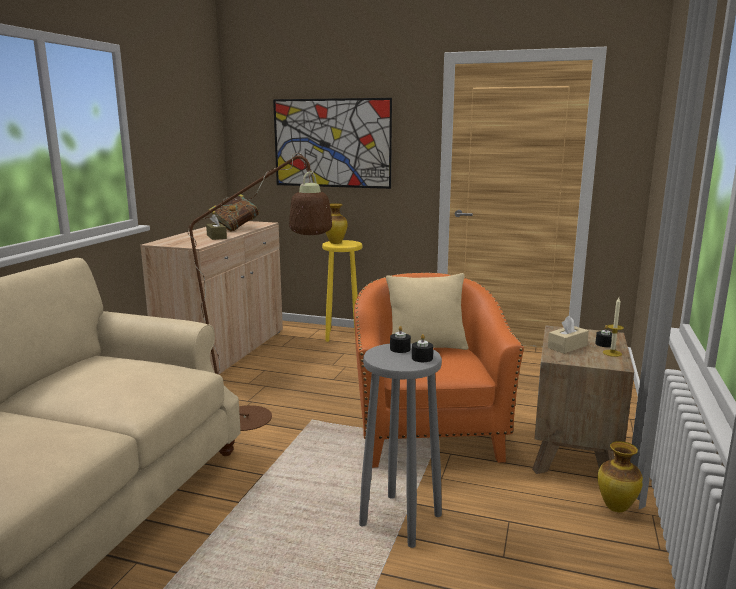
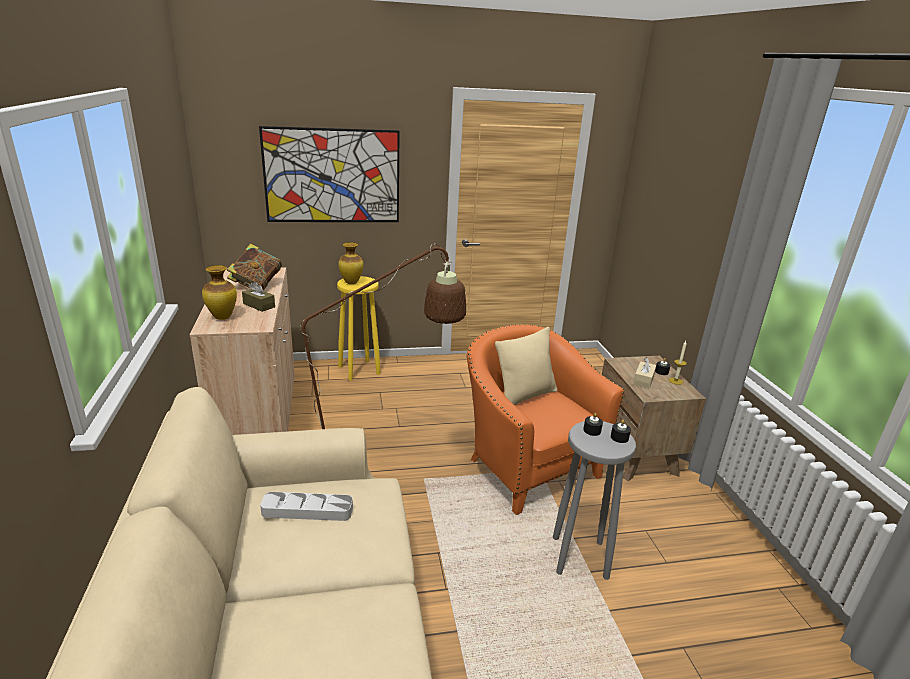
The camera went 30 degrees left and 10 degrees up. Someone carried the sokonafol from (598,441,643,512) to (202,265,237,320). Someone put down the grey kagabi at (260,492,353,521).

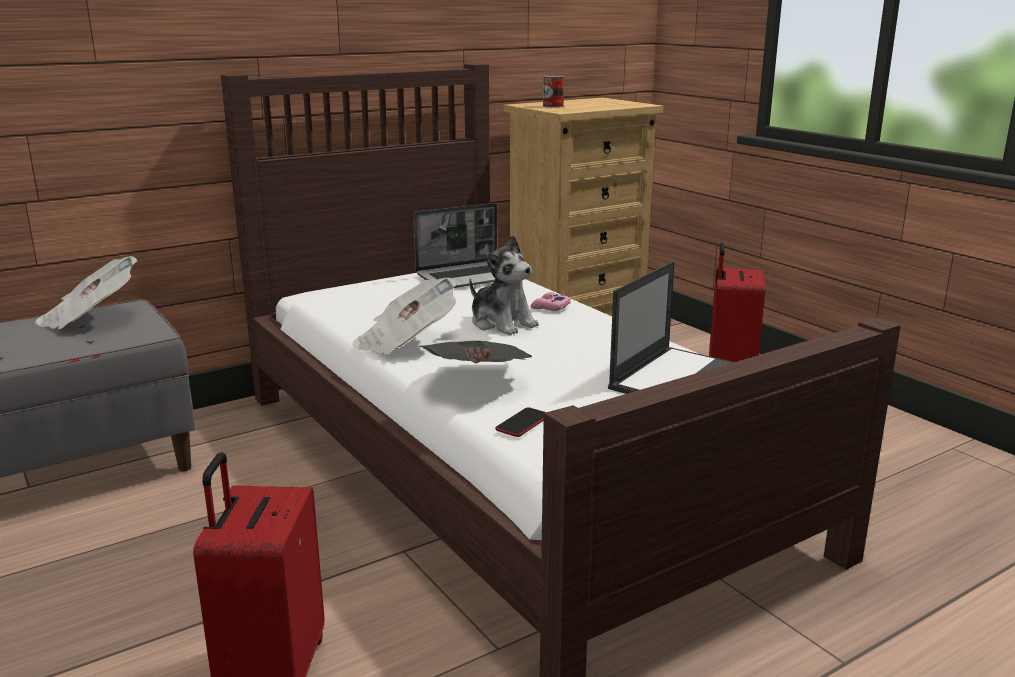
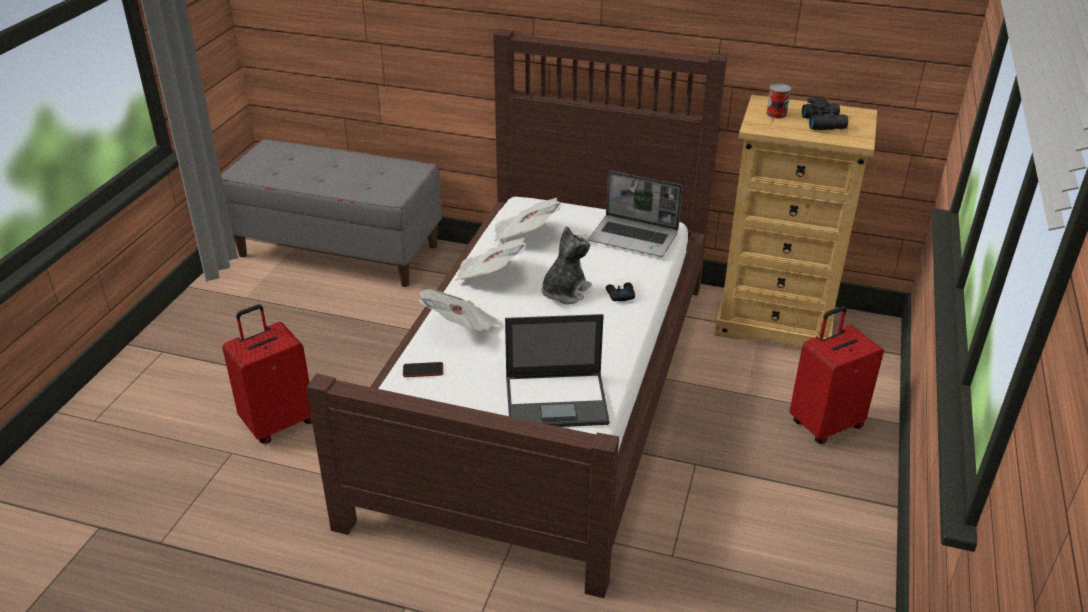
The camera went 50 degrees right and 15 degrees up. Someone carried the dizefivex from (35,256,137,330) to (494,198,561,241). Someone rotated the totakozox at (469,235,539,336) by 150 degrees counterclockwise. Someone repainted the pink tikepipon at (530,291,571,311), which became the black tikepipon at (606,282,635,301). Someone put down the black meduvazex at (802,98,848,130).

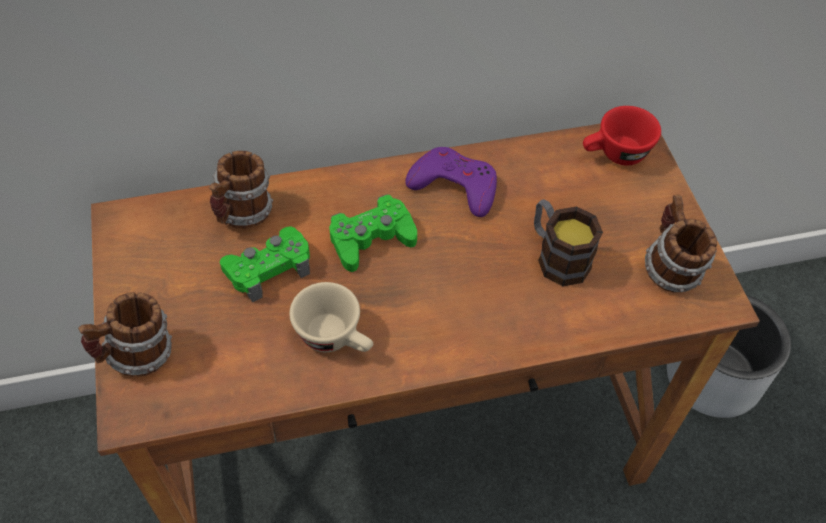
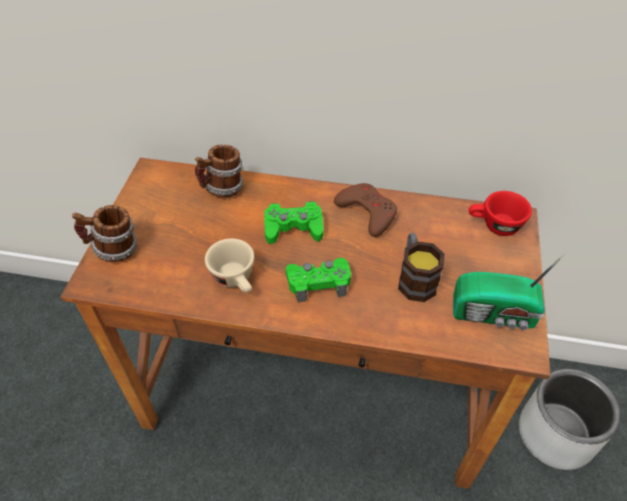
The camera went 25 degrees right and 5 degrees down. Someone carried the green tikepipon from (220,226,310,302) to (286,258,351,303). Someone repainted the purple tikepipon at (405,147,497,217), which became the brown tikepipon at (334,183,397,237). Someone swapped the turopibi at (645,194,717,293) for the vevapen at (453,254,565,330).

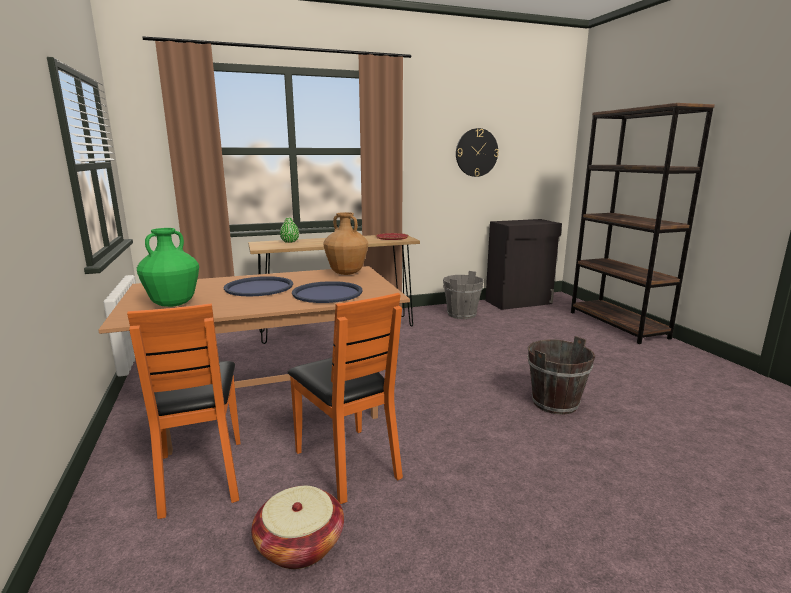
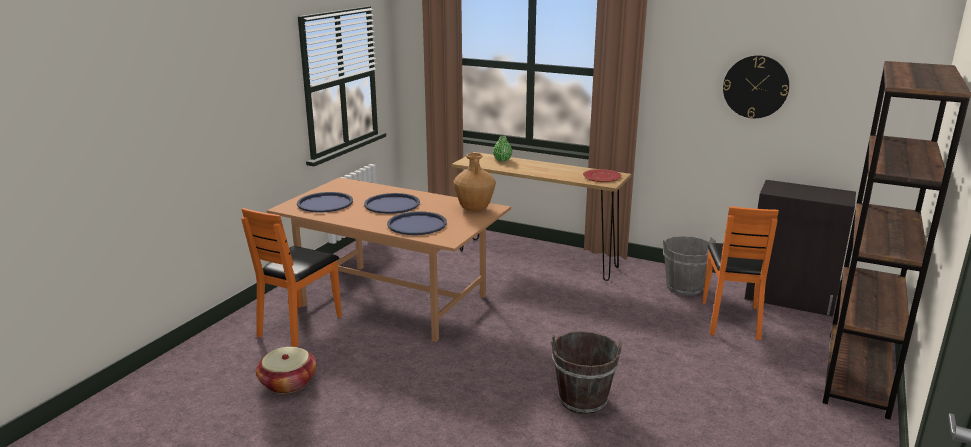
The camera went 45 degrees right and 5 degrees up. Someone swapped the green sokonafol at (137,228,199,307) for the blue kagabi at (297,192,353,213). Someone carried the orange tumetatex from (288,293,403,504) to (702,206,779,340).

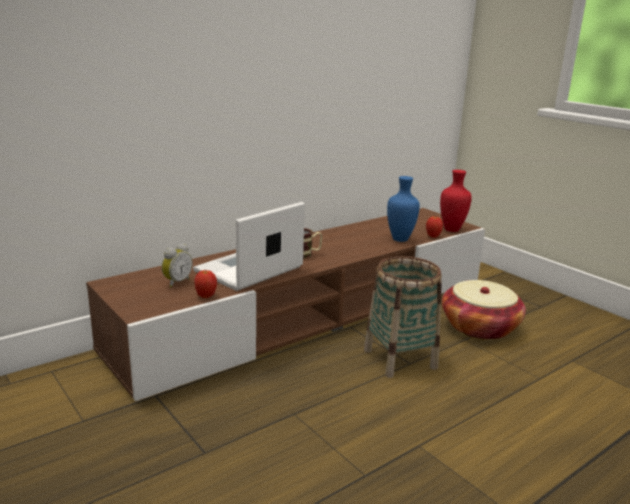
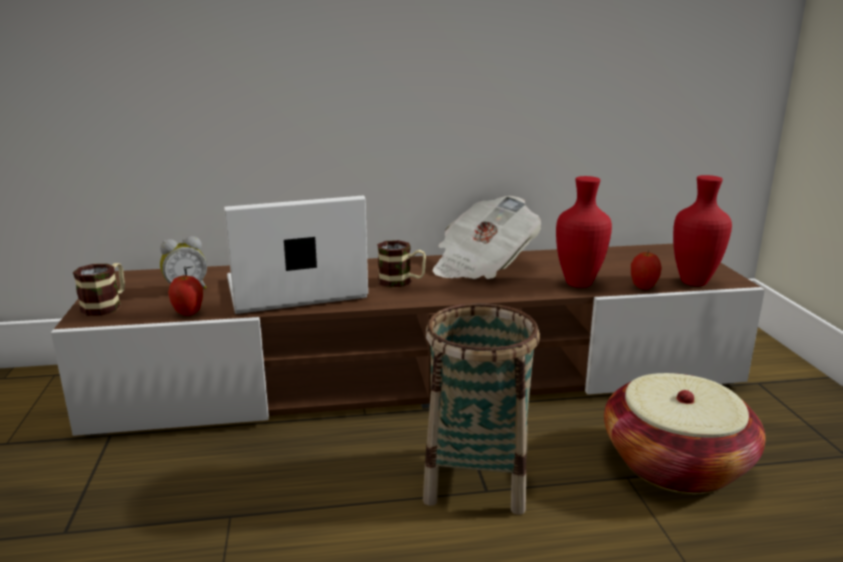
The camera went 30 degrees right and 0 degrees up. Someone put down the turopibi at (73,263,125,316). Someone put down the dizefivex at (433,196,541,279). Someone repainted the blue sokonafol at (387,176,420,242), which became the red sokonafol at (556,176,612,288).

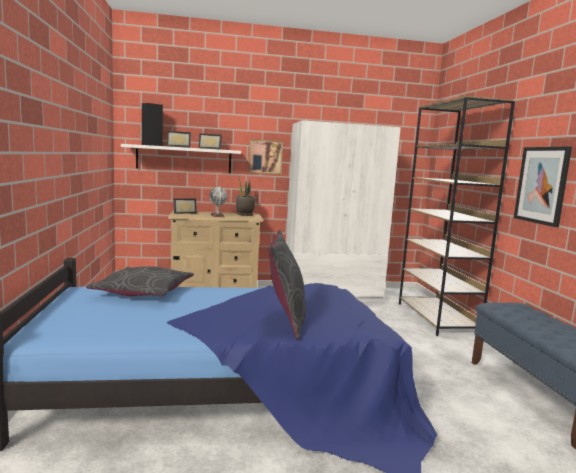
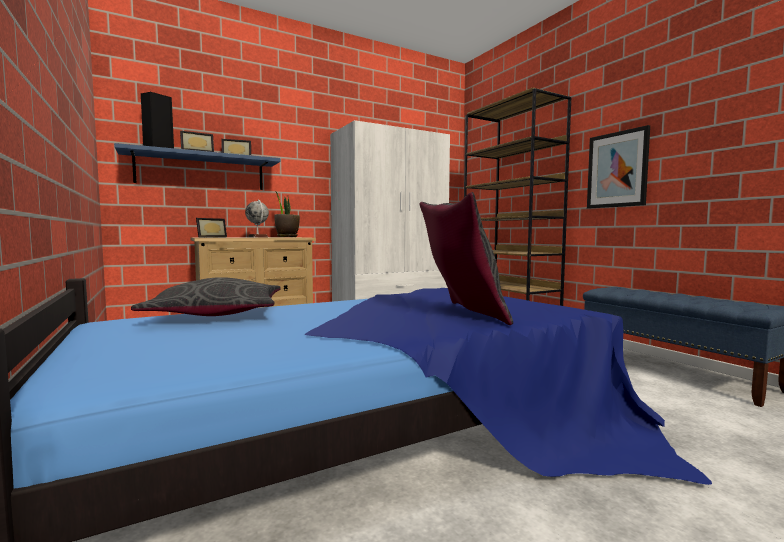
The camera went 20 degrees left and 5 degrees down. Someone repainted the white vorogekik at (121,144,241,173), which became the blue vorogekik at (114,143,280,190). Someone took away the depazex at (249,139,283,174).

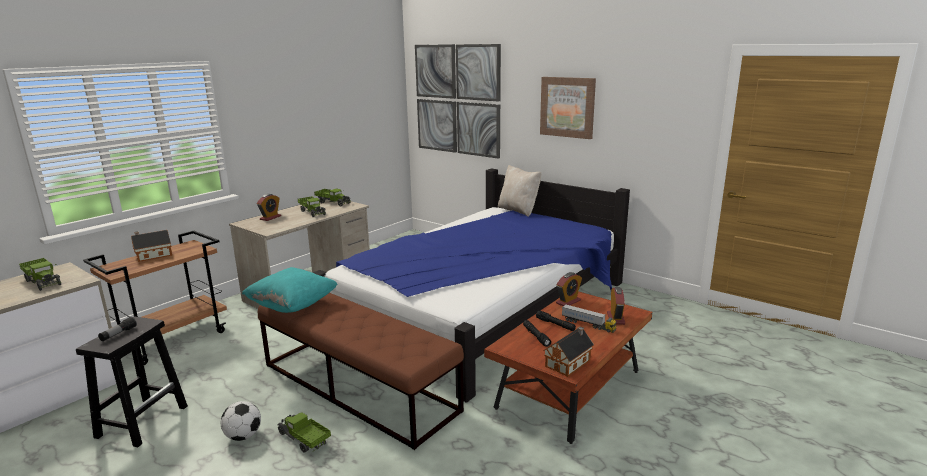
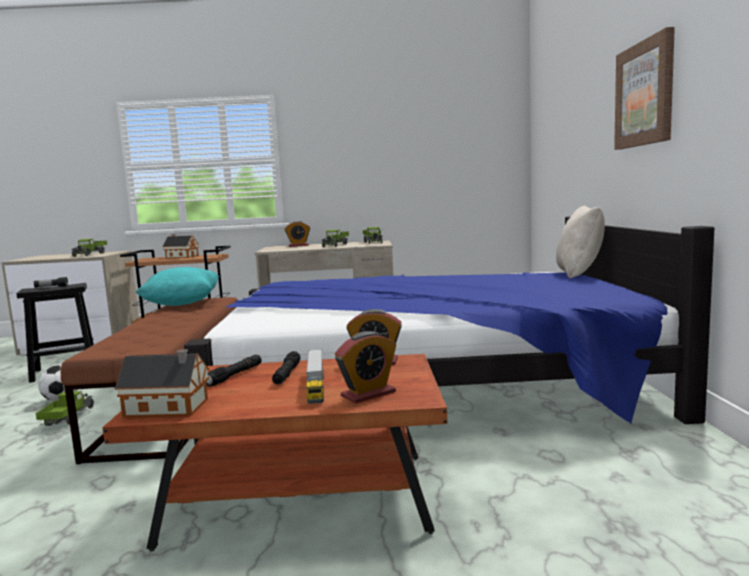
The camera went 50 degrees right and 10 degrees down. Someone took away the depazex at (415,44,501,159).

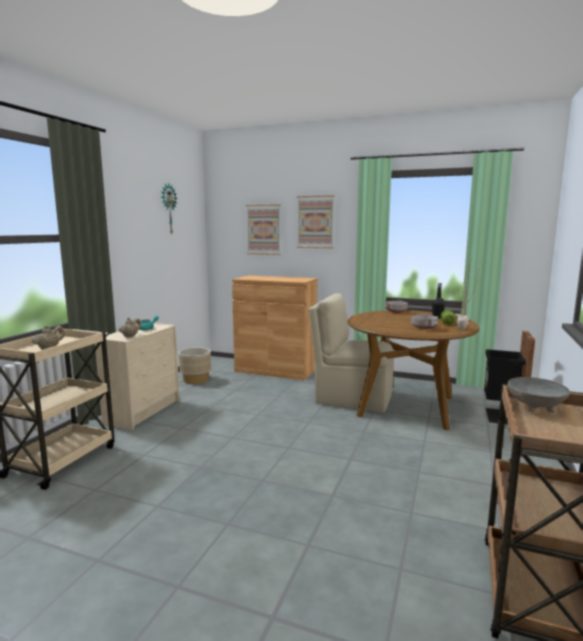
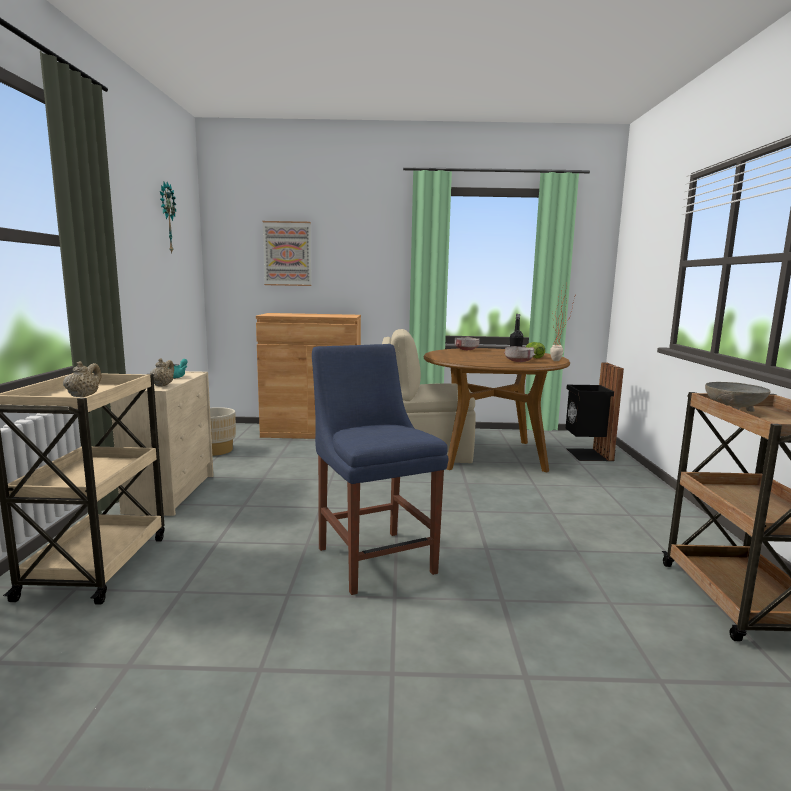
The camera went 20 degrees left and 0 degrees up. Someone put down the blue tumetatex at (312,344,448,595). Someone took away the depazex at (297,195,335,248).

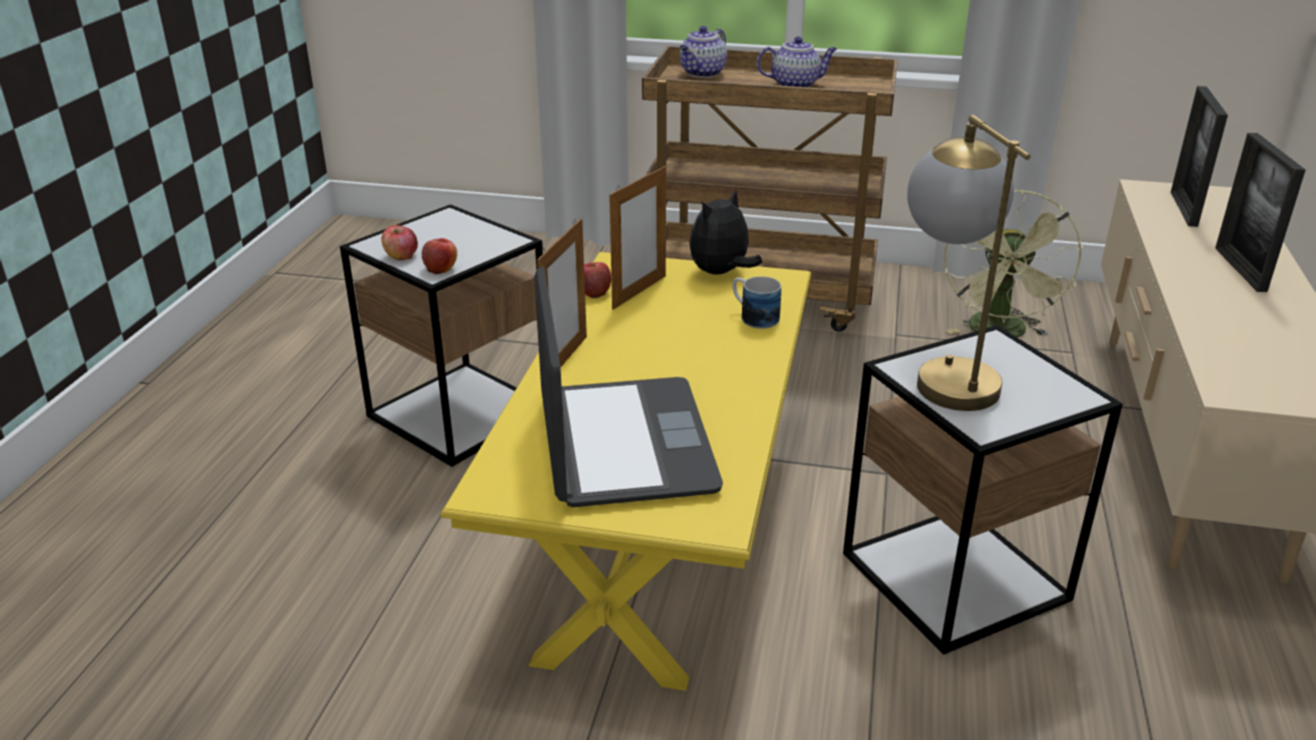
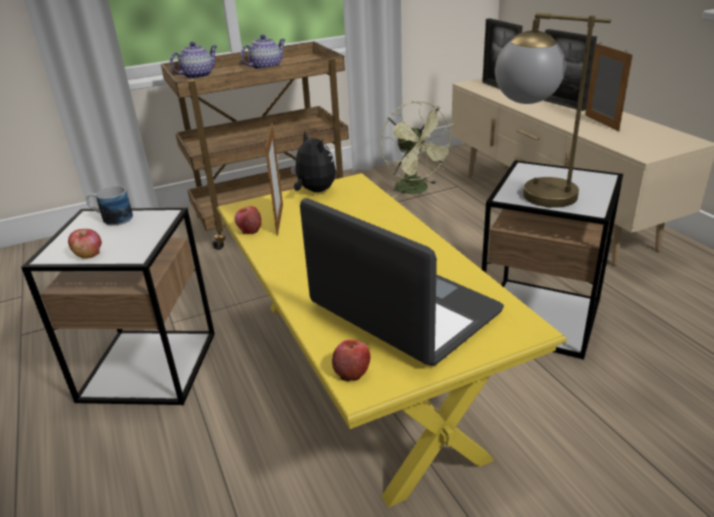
The camera went 35 degrees left and 0 degrees up. Someone carried the turopibi from (732,276,781,329) to (86,186,133,226). Someone rotated the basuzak at (680,26,727,78) by 135 degrees counterclockwise. Someone rotated the totakozox at (689,189,762,275) by 135 degrees clockwise. Someone carried the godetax from (422,238,457,274) to (332,340,371,381). Someone carried the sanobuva from (537,218,587,368) to (585,42,633,131).

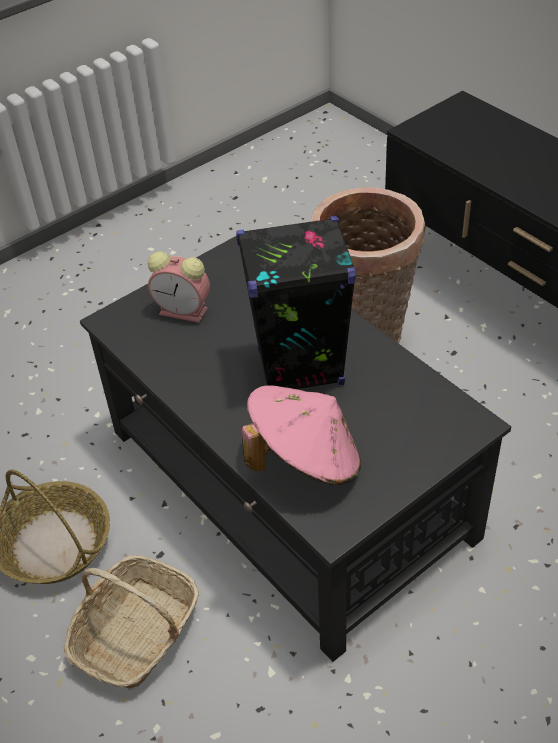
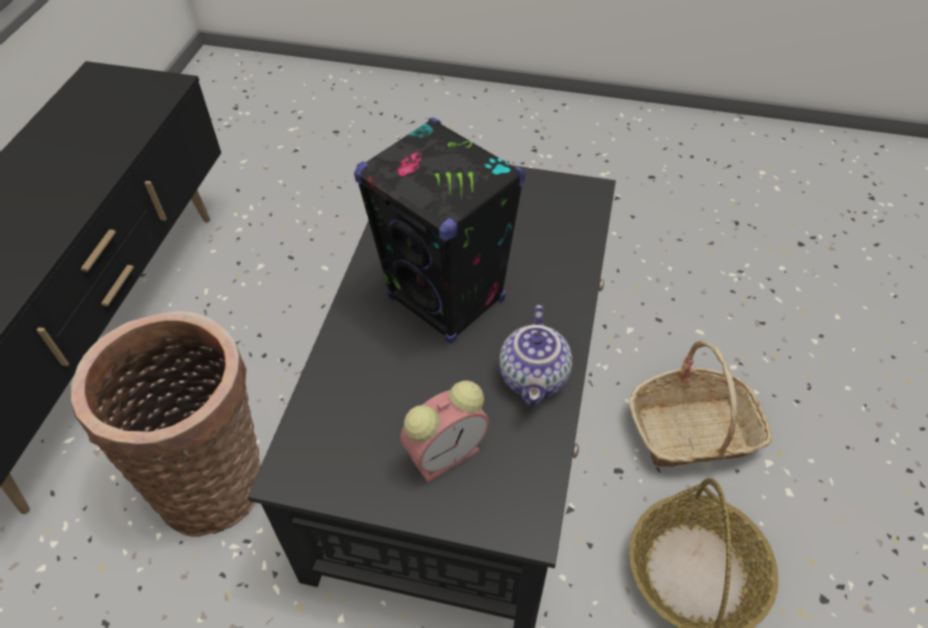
The camera went 130 degrees left and 5 degrees up. Someone rotated the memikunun at (148,251,210,323) by 75 degrees clockwise. Someone put down the basuzak at (499,305,572,406). Someone took away the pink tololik at (242,385,361,485).

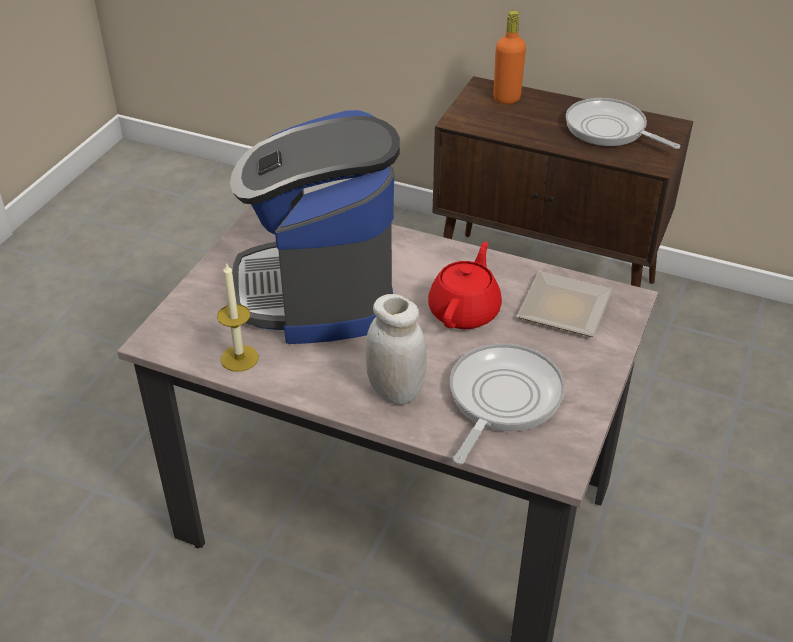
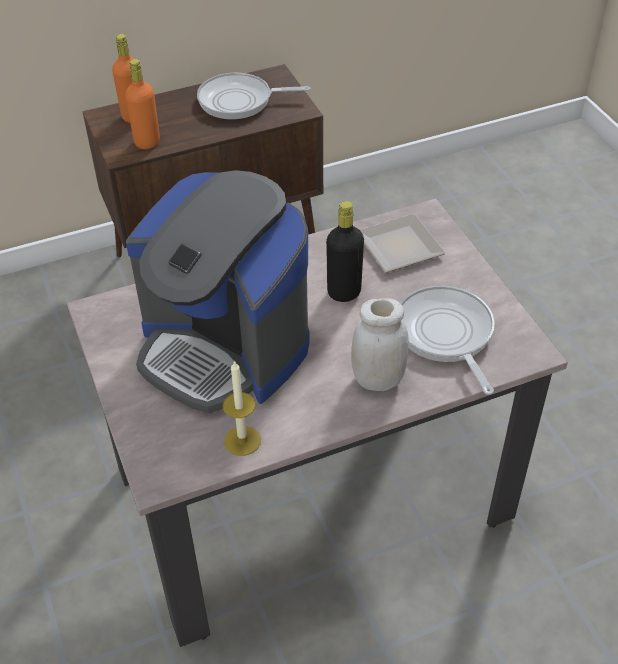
The camera went 45 degrees left and 5 degrees up. Someone put down the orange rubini at (125,59,160,149). Someone swapped the red basuzak at (428,242,502,329) for the black rubini at (326,201,364,302).

